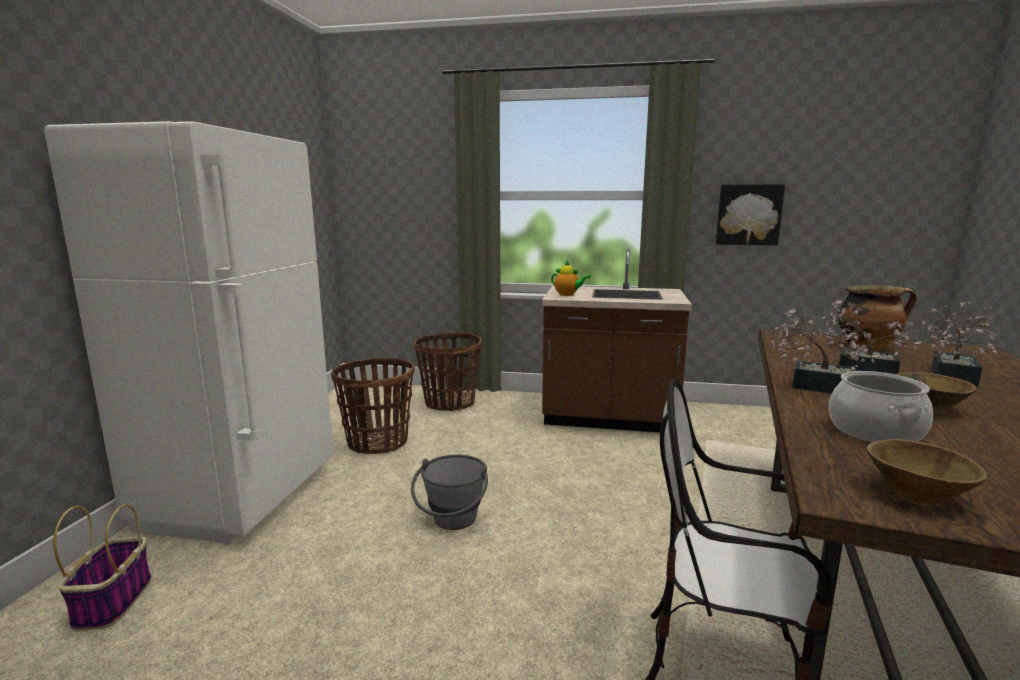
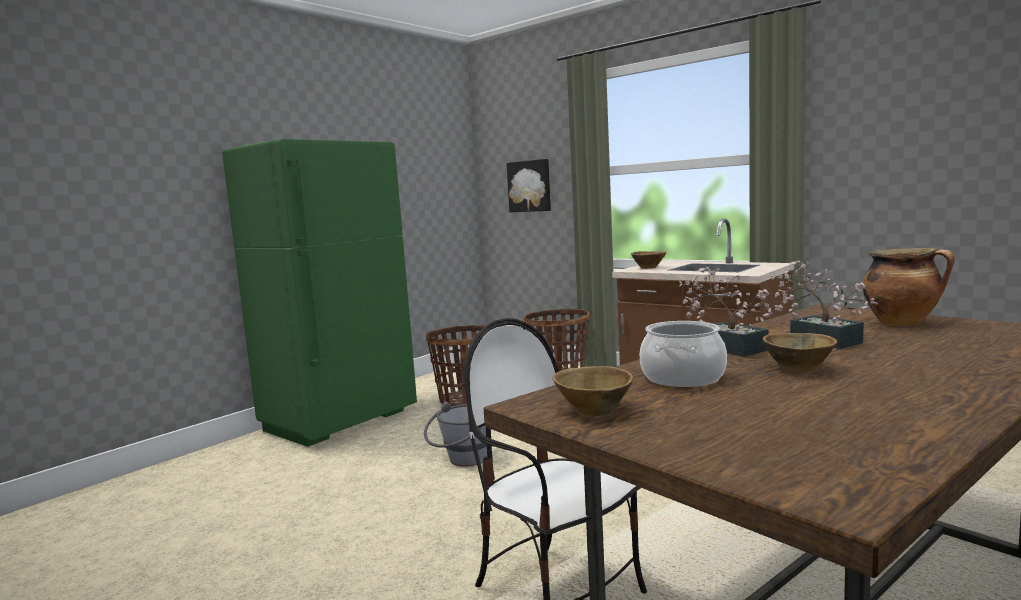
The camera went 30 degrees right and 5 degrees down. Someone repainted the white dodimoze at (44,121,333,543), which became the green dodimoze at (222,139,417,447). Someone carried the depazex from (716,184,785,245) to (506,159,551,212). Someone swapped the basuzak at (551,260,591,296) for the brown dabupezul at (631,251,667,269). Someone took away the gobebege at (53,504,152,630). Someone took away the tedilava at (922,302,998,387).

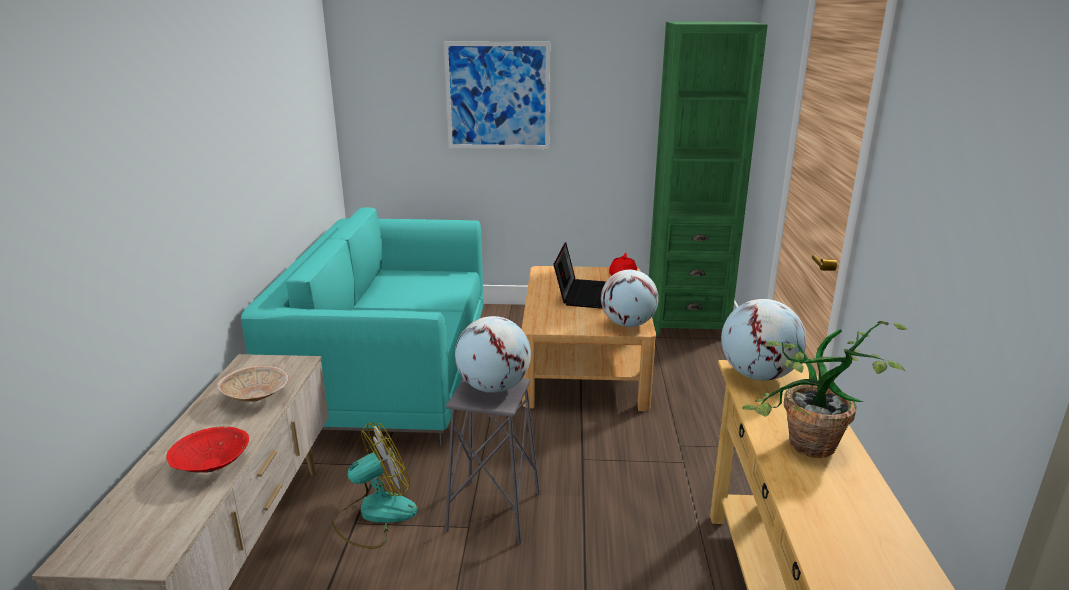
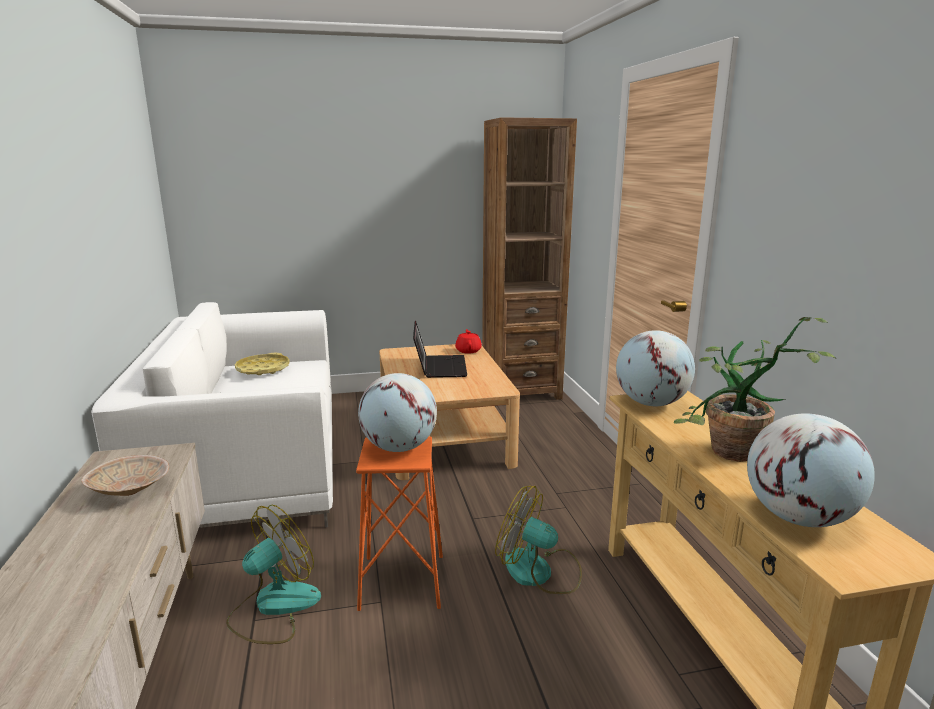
The camera went 15 degrees left and 5 degrees down. Someone repainted the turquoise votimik at (241,207,484,446), which became the white votimik at (91,302,333,528). Someone put down the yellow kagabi at (235,353,290,375). Someone repainted the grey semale at (445,378,540,544), which became the orange semale at (356,436,443,611). Someone repainted the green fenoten at (649,22,768,336), which became the brown fenoten at (482,117,577,400). Someone put down the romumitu at (495,486,582,594). Someone carried the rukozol from (601,270,659,327) to (747,413,875,527). Someone took away the red dabupezul at (166,426,249,473). Someone took away the depazex at (444,41,550,149).

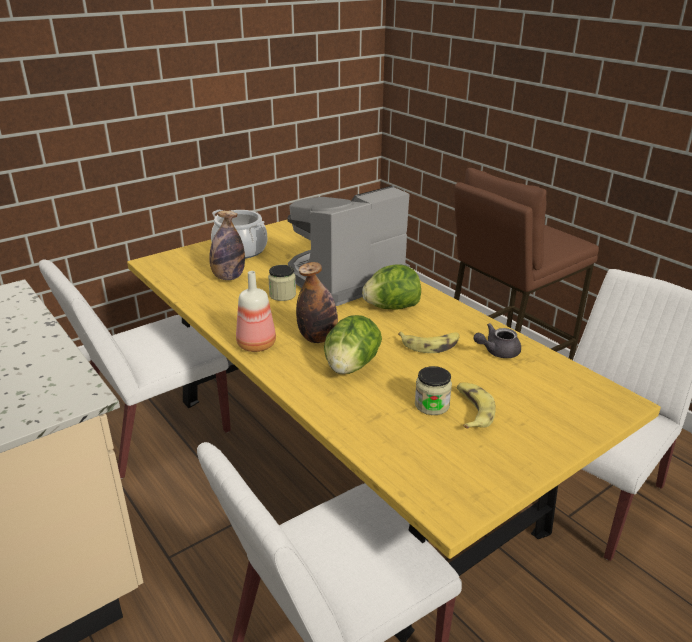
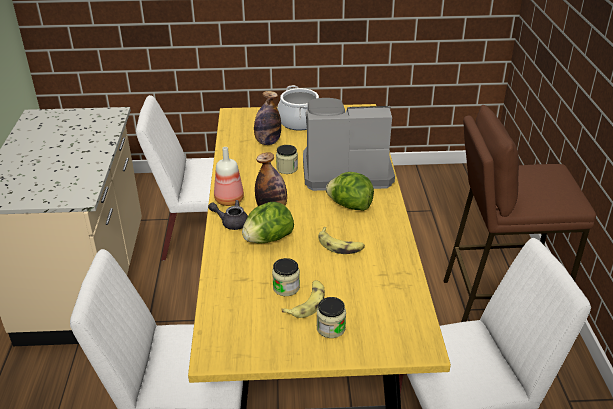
The camera went 35 degrees right and 5 degrees up. Someone carried the grey basuzak from (473,323,521,358) to (208,200,248,230). Someone put down the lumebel at (317,297,346,338).

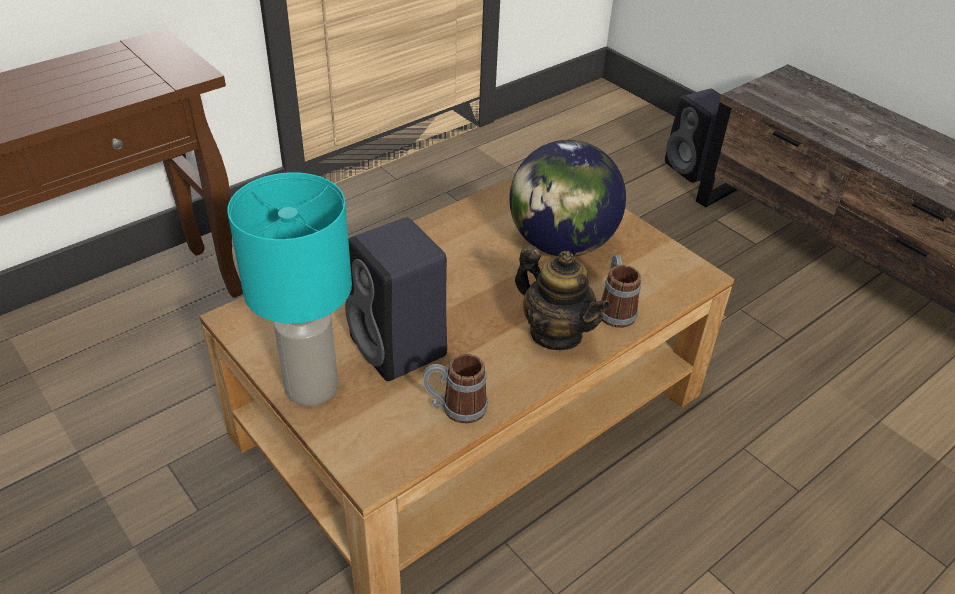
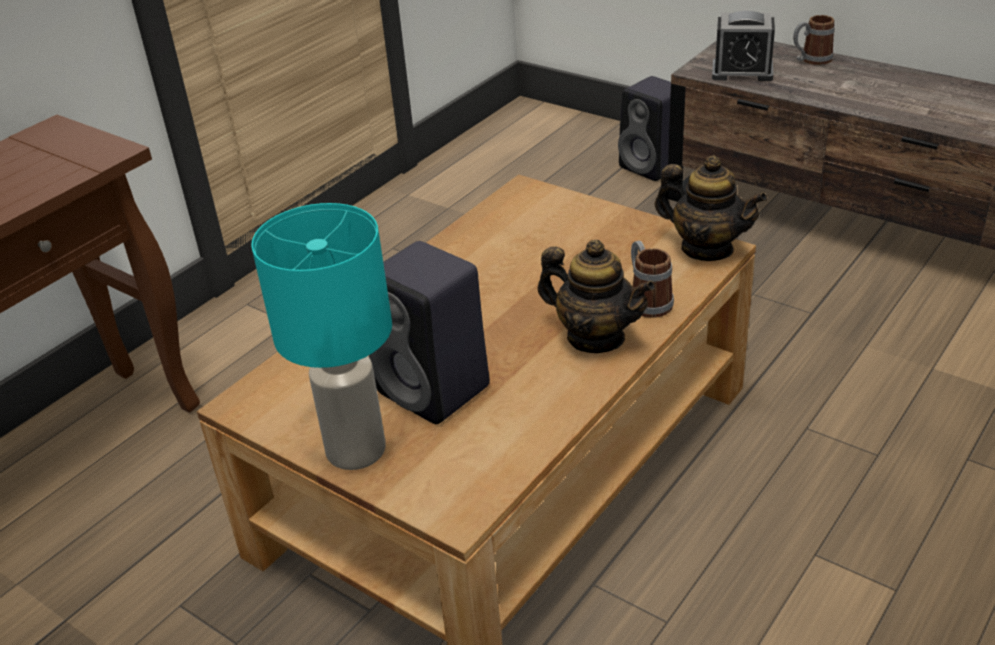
The camera went 10 degrees left and 5 degrees down. Someone put down the basuzak at (654,155,767,261). Someone put down the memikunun at (712,11,775,81). Someone carried the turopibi from (423,354,488,424) to (793,15,835,65). Someone took away the rukozol at (509,140,626,256).

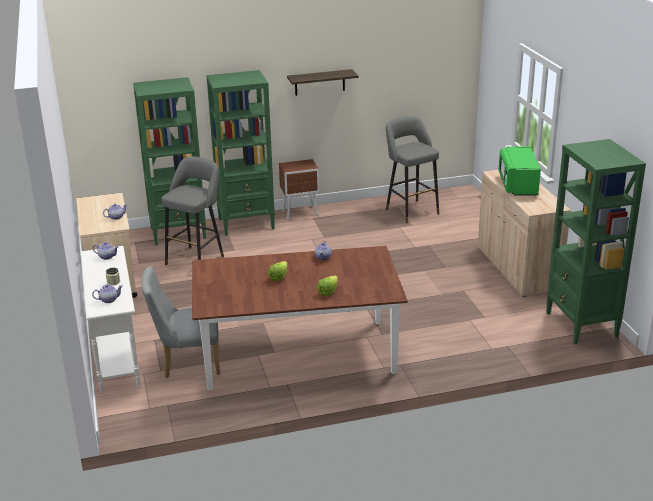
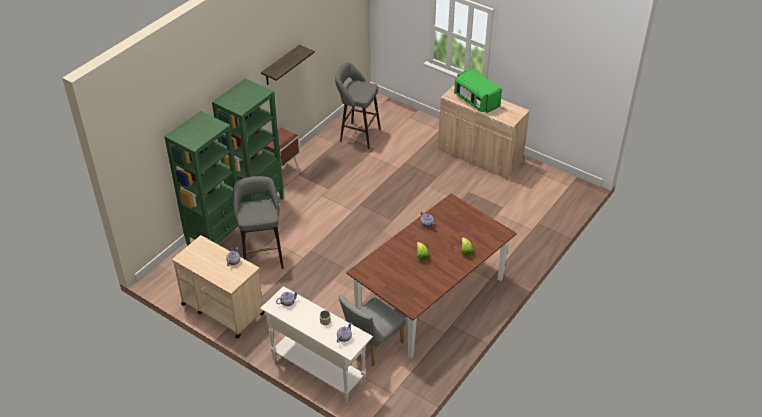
The camera went 40 degrees left and 15 degrees up. Someone took away the green fenoten at (546,139,646,344).

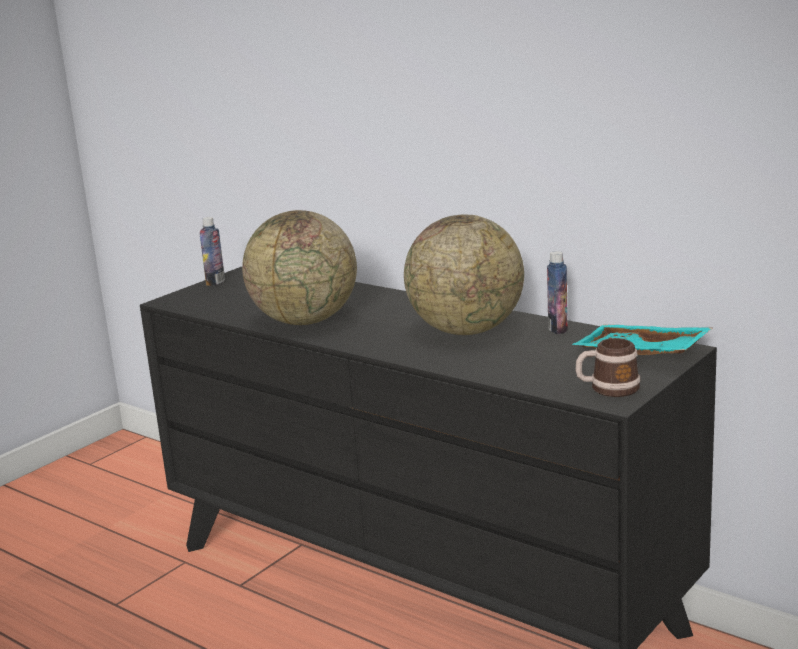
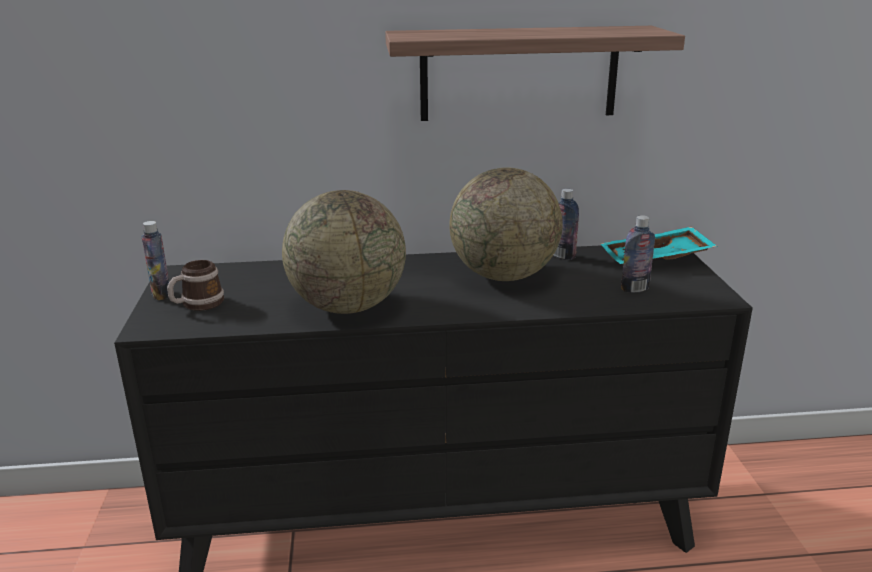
The camera went 45 degrees left and 5 degrees up. Someone carried the turopibi from (576,338,641,397) to (167,260,224,311). Someone put up the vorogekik at (385,26,685,121). Someone put down the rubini at (621,215,655,293).

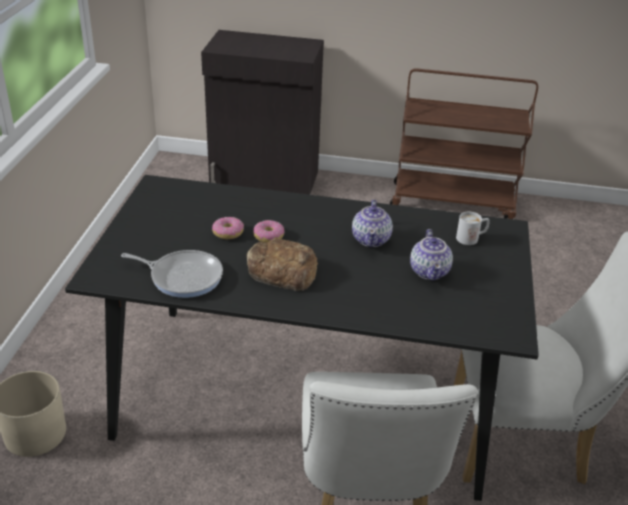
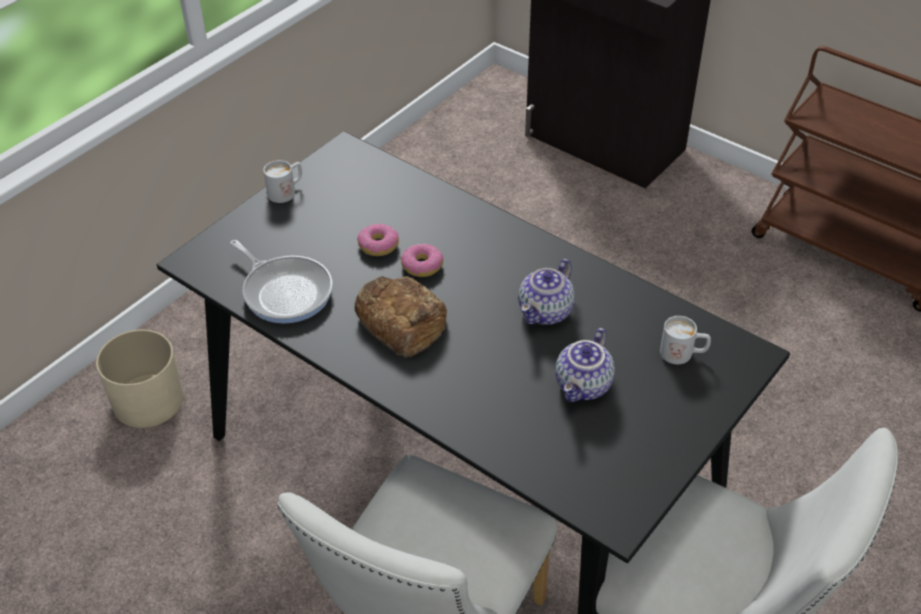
The camera went 30 degrees right and 10 degrees up. Someone put down the white turopibi at (263,160,302,203).

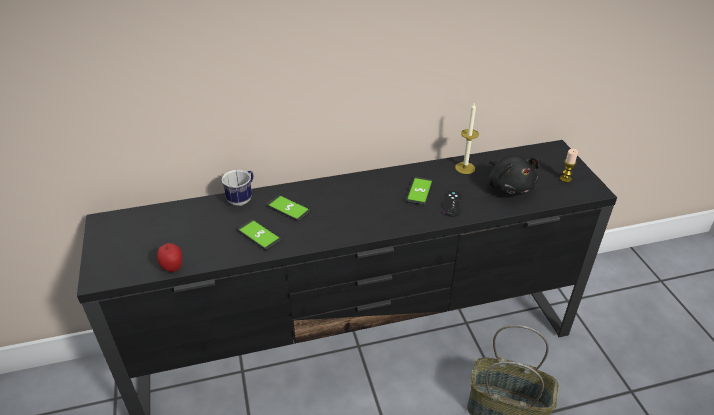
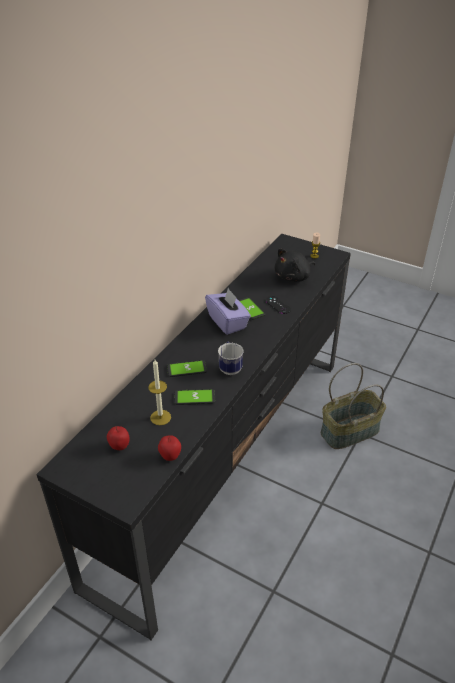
The camera went 45 degrees left and 0 degrees up. Someone put down the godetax at (107,426,129,450). Someone carried the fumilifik from (455,102,479,174) to (148,359,171,425). Someone put down the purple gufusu at (205,288,251,335). Someone carried the turopibi from (222,170,253,206) to (218,341,244,375). Someone rotated the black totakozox at (488,155,539,195) by 120 degrees clockwise.

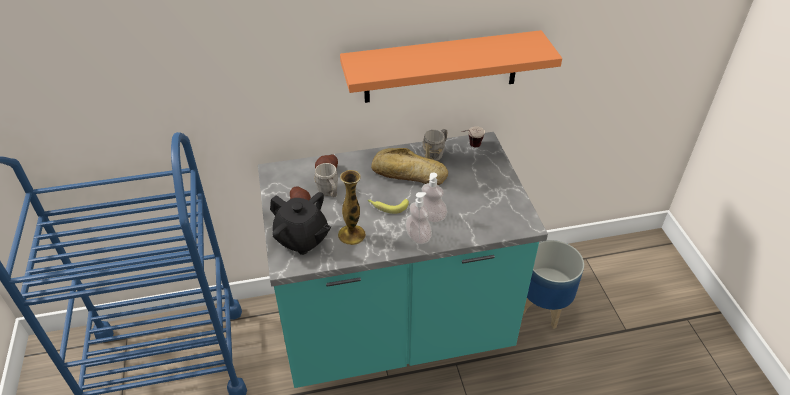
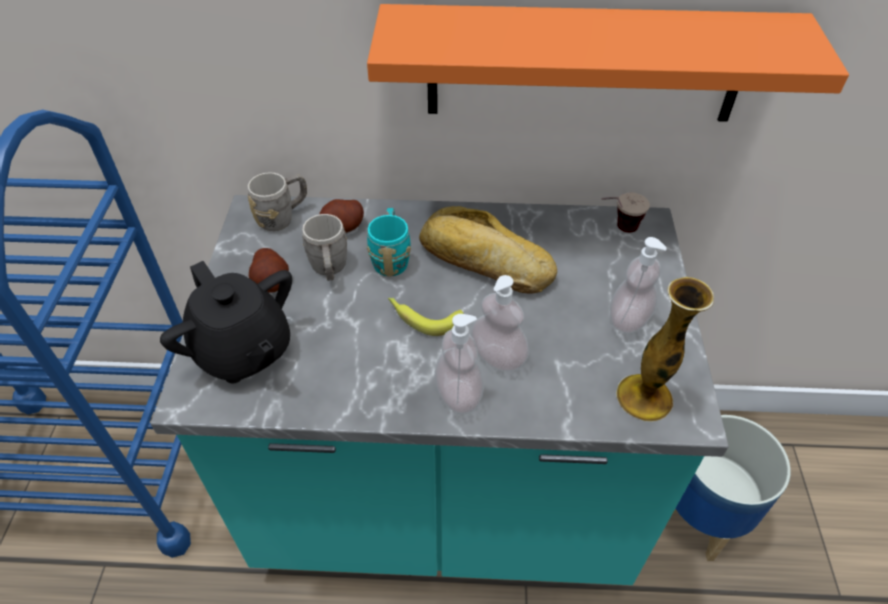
The camera went 15 degrees right and 5 degrees up. Someone carried the grey turopibi from (423,129,447,161) to (247,172,307,231). Someone put down the turquoise turopibi at (367,208,411,277). Someone put down the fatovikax at (610,237,667,333). Someone carried the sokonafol from (338,170,366,245) to (616,277,714,422).

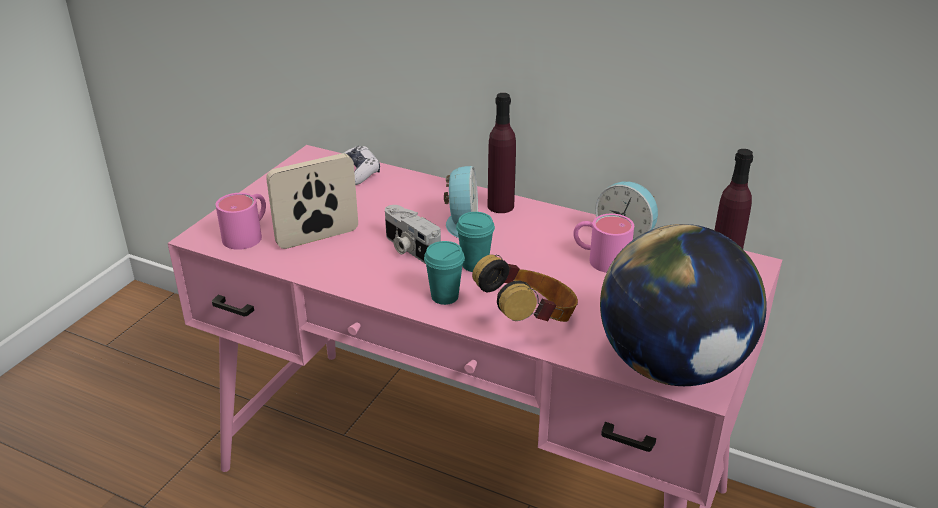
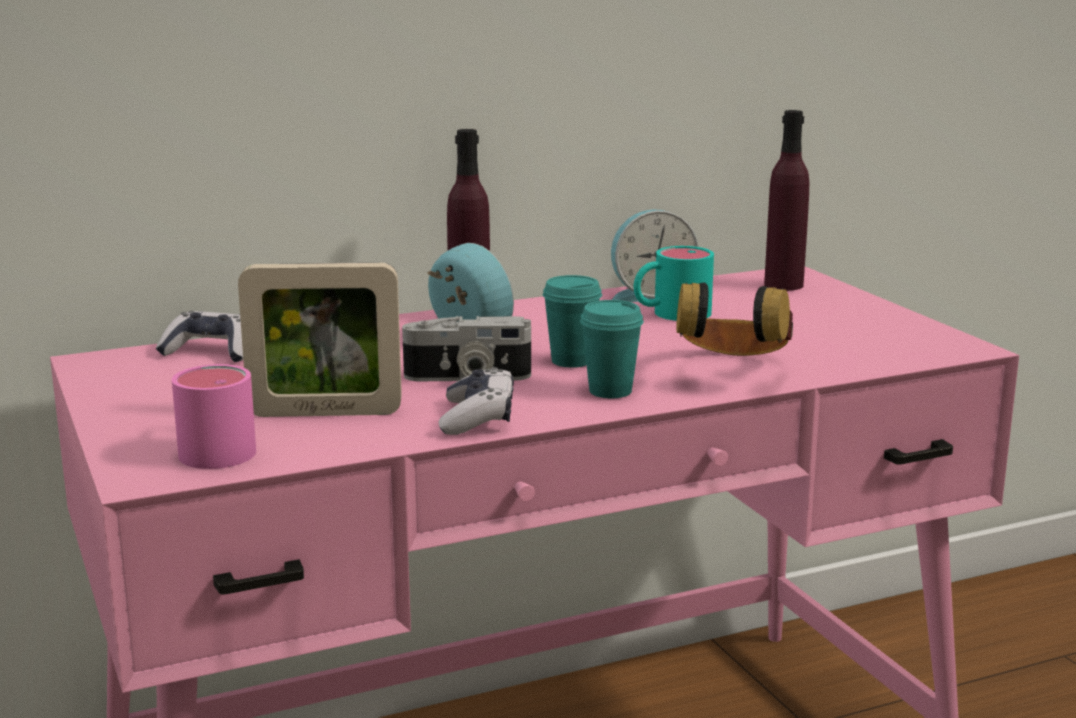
The camera went 50 degrees left and 15 degrees down. Someone rotated the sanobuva at (266,153,358,249) by 105 degrees counterclockwise. Someone put down the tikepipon at (439,367,514,435). Someone repainted the pink turopibi at (573,214,634,273), which became the turquoise turopibi at (633,246,714,321). Someone took away the rukozol at (600,224,767,386).

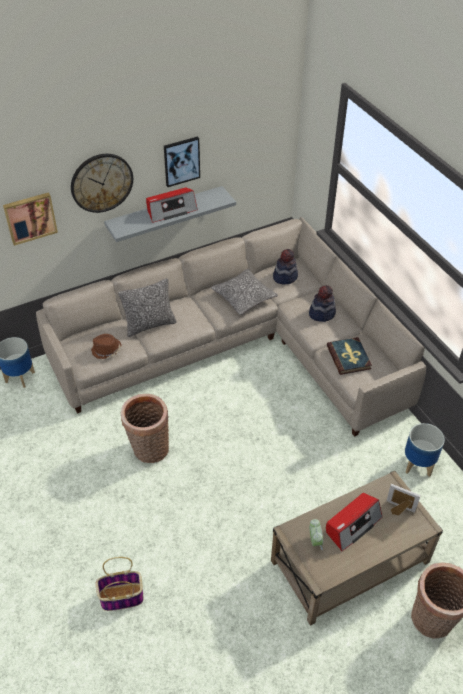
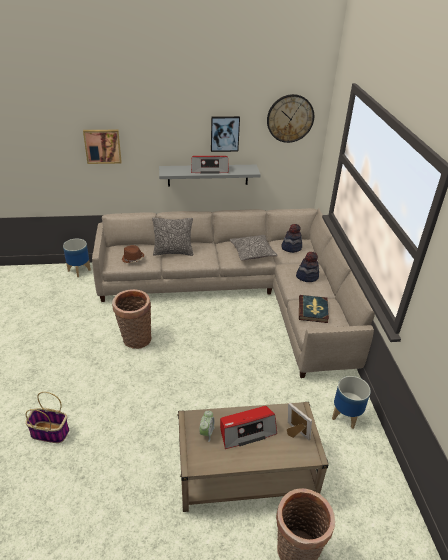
The camera went 20 degrees right and 10 degrees down. Someone carried the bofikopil from (71,154,133,213) to (267,94,314,143).

